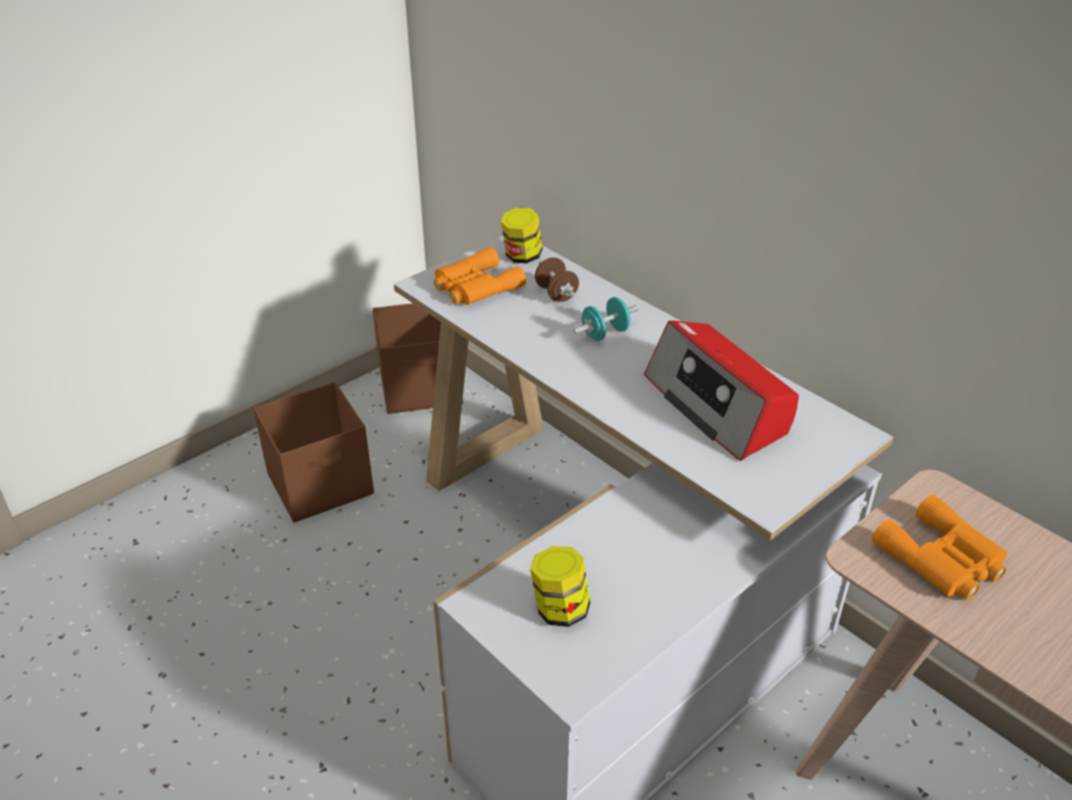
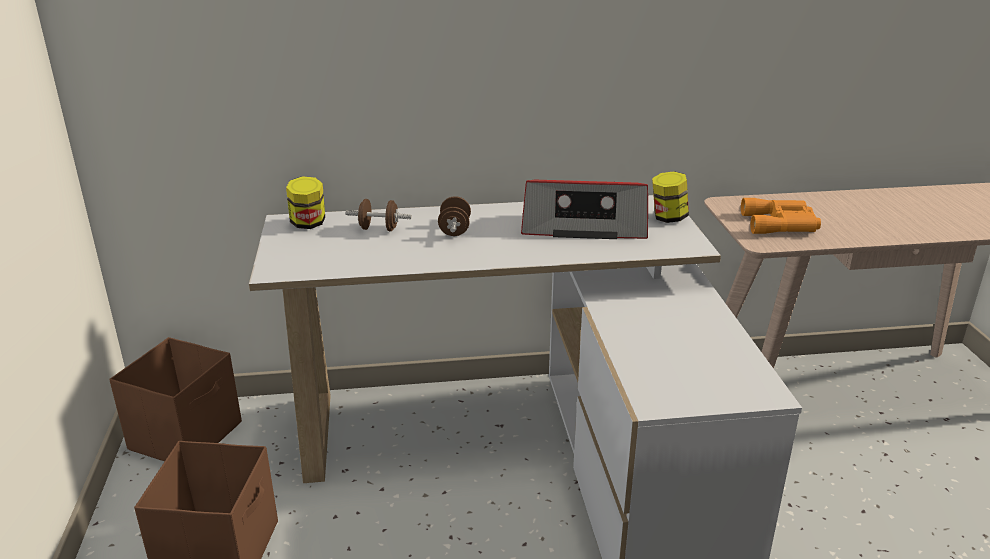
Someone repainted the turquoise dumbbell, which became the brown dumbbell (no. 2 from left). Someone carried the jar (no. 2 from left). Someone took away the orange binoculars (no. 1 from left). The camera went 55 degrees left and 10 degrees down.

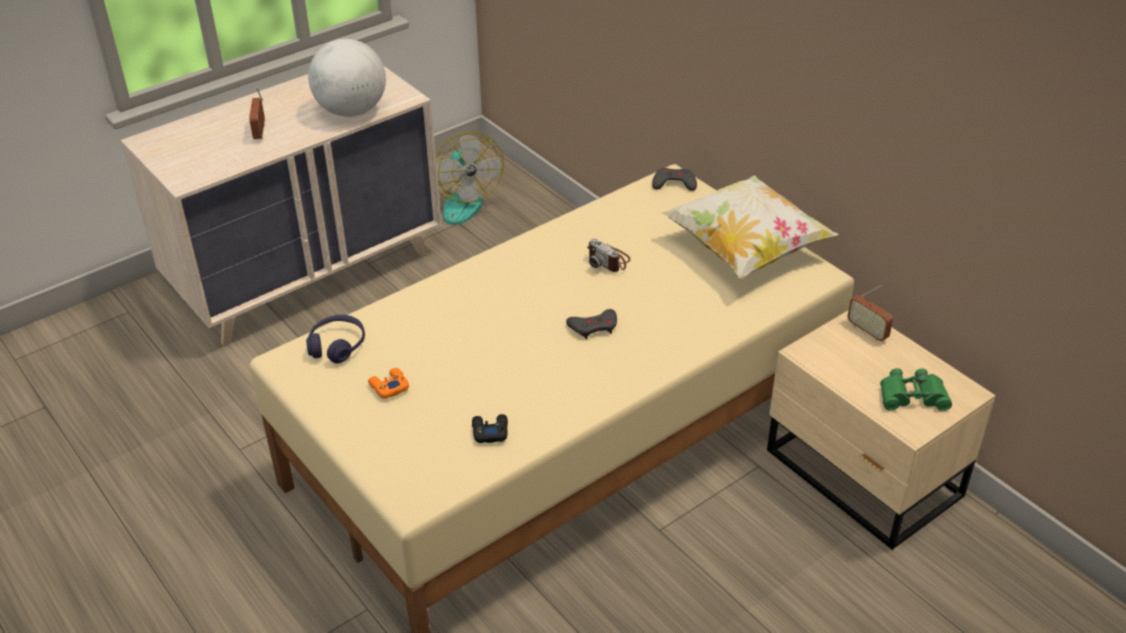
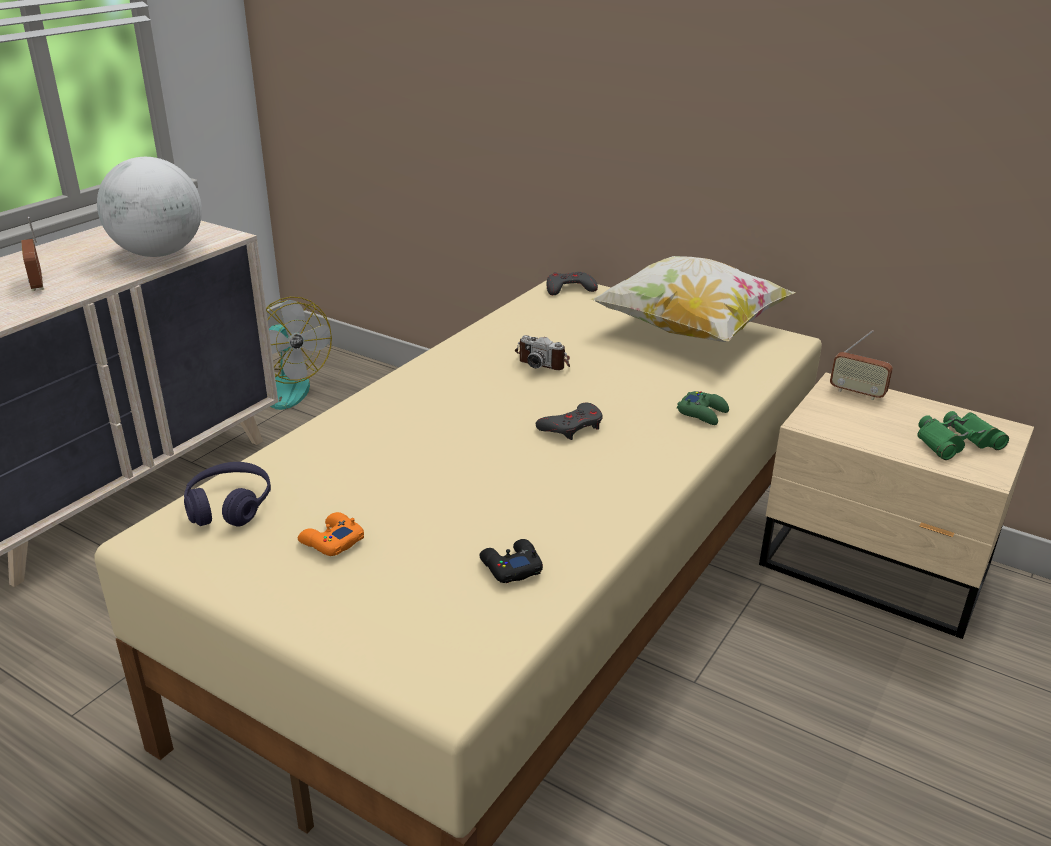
Someone put down the green game controller. The camera went 20 degrees left and 10 degrees down.

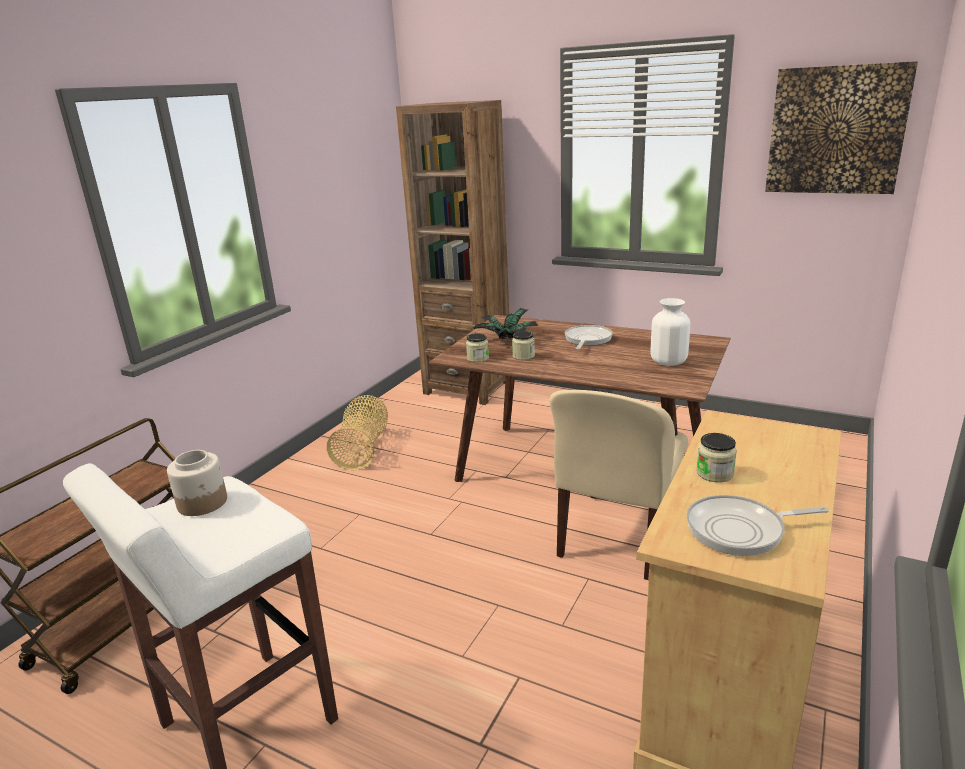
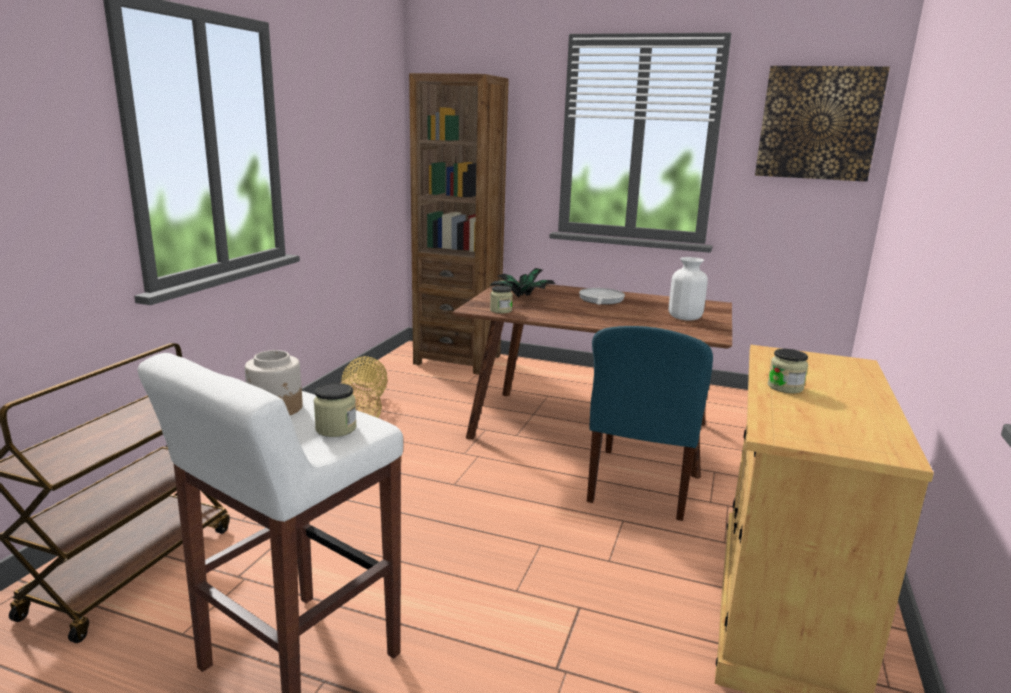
Someone carried the jar (no. 3 from left in the first image). Someone repainted the beige chair, which became the blue chair. Someone took away the frying pan (no. 2 from left). The camera went 10 degrees left and 5 degrees down.

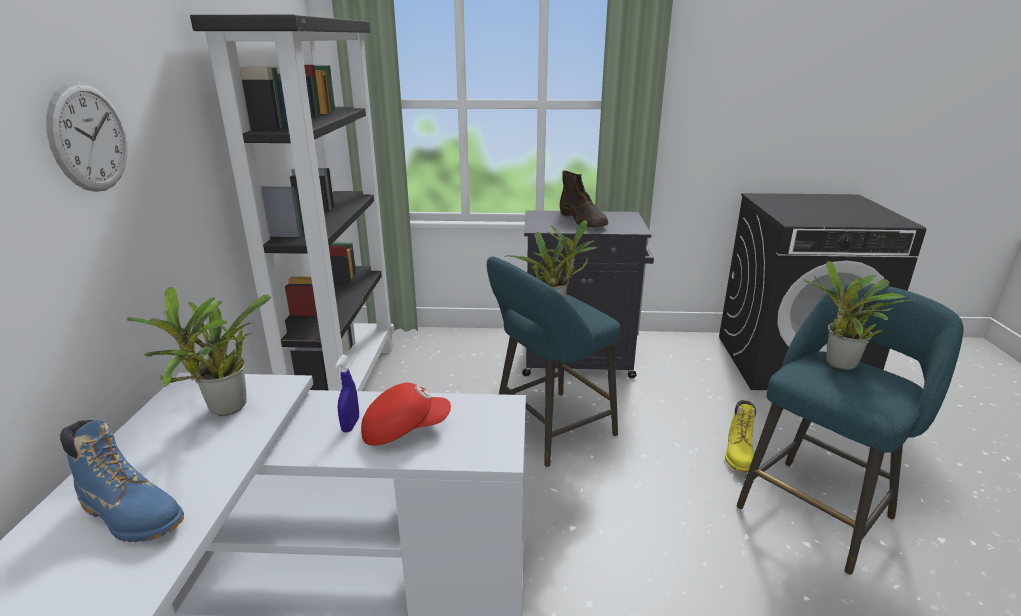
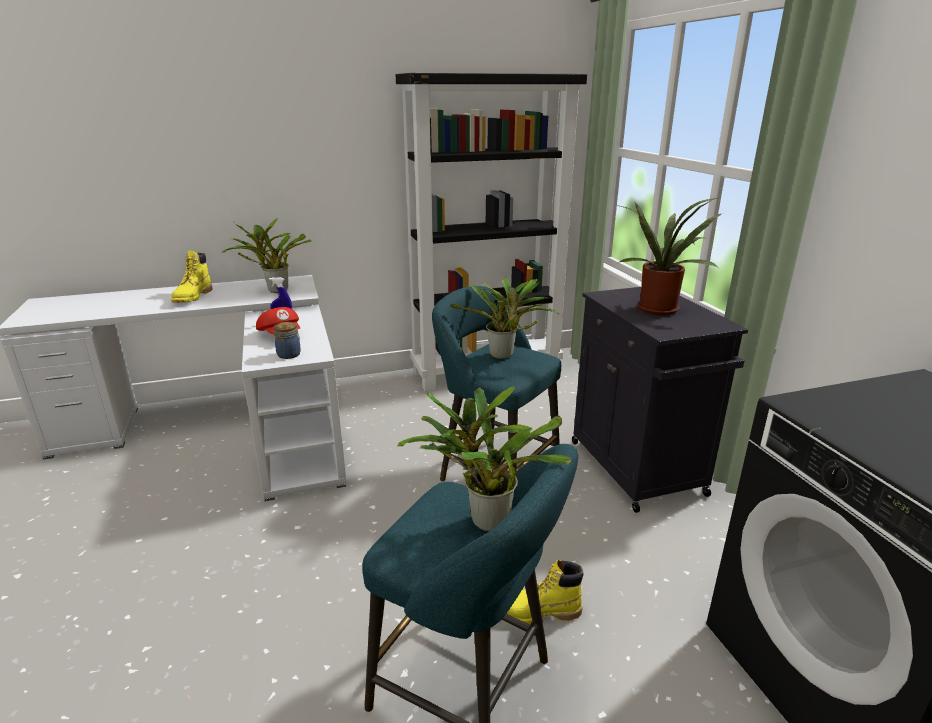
Someone repainted the blue boot, which became the yellow boot (no. 1 from left). Someone put down the jar. Someone swapped the brown boot for the potted plant (no. 4 from left). Someone took away the wall clock. The camera went 70 degrees right and 0 degrees up.

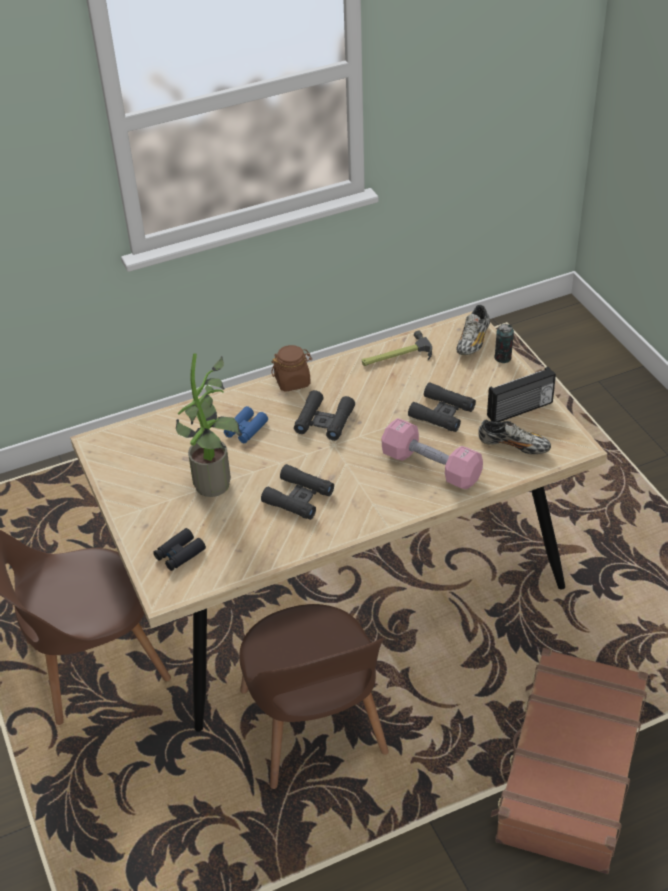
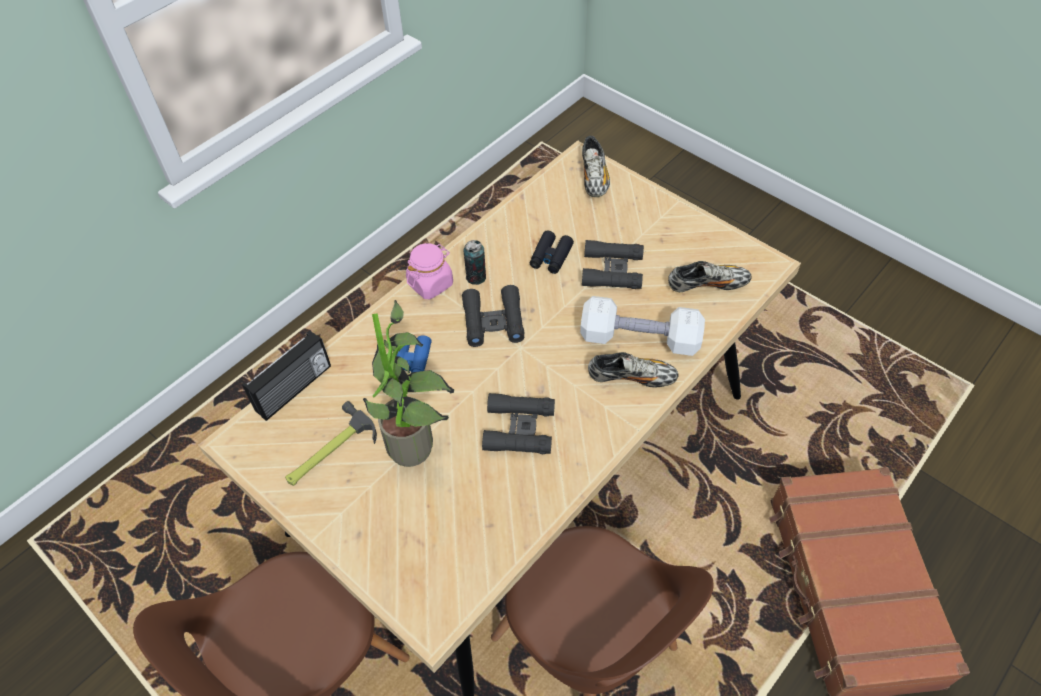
Someone carried the radio. Someone carried the hammer. Someone repainted the brown jar, which became the pink jar. Someone carried the can. Someone carried the black binoculars (no. 1 from left in the first image). Someone repainted the pink dumbbell, which became the white dumbbell. Someone put down the shoe (no. 2 from left). The camera went 25 degrees left and 10 degrees up.

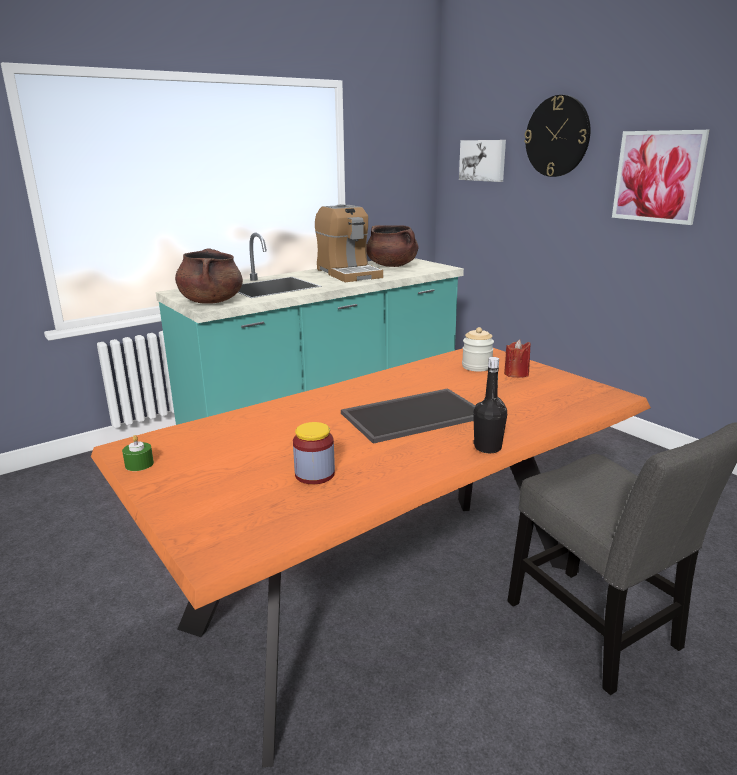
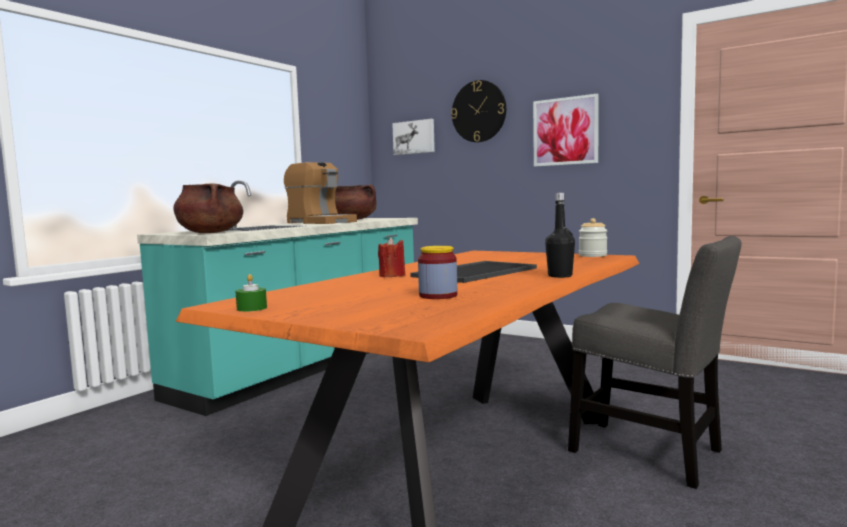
Someone carried the red candle. Someone carried the jar (no. 2 from left). The camera went 20 degrees left and 15 degrees down.

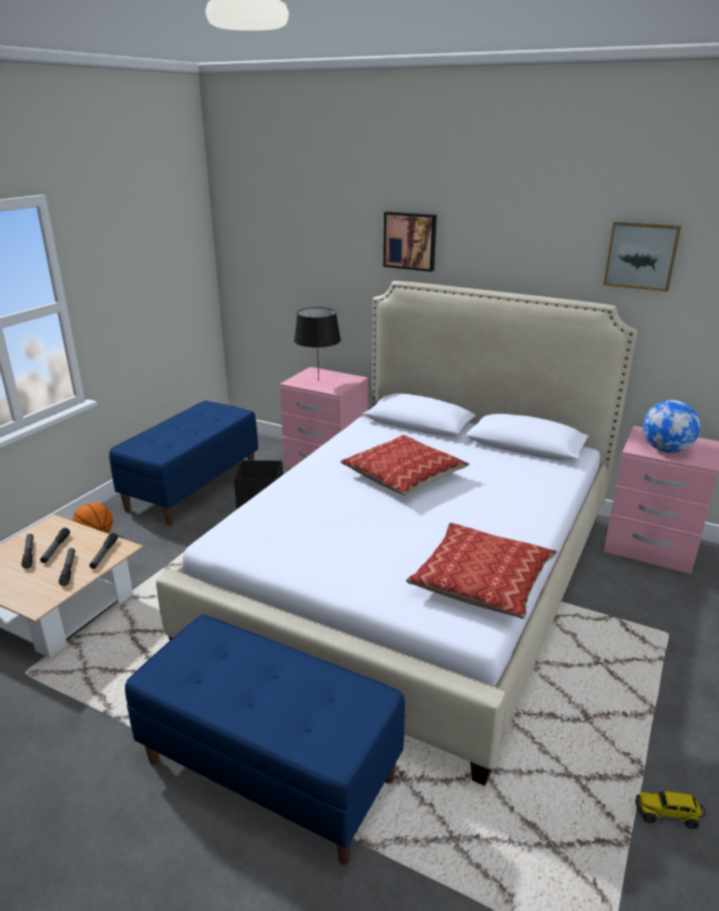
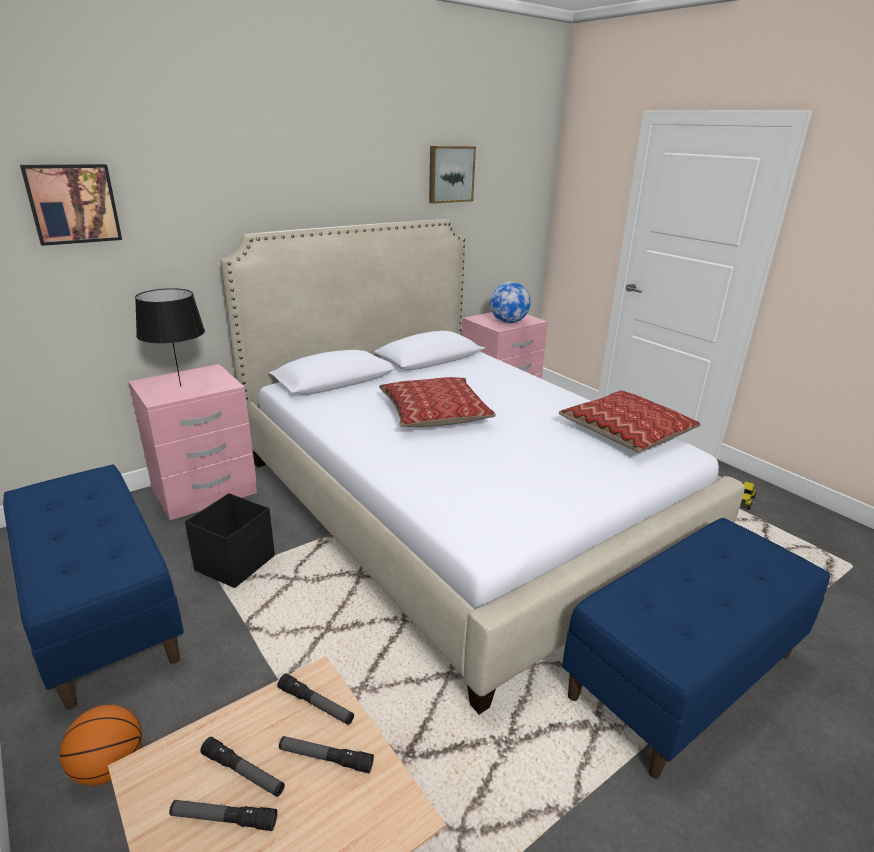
Someone carried the picture (no. 1 from left). The camera went 65 degrees left and 0 degrees up.

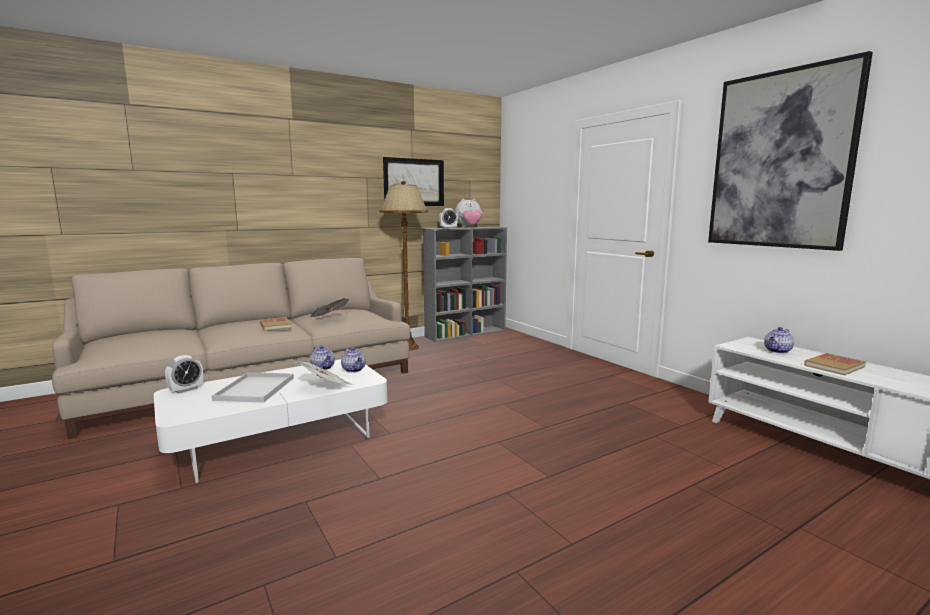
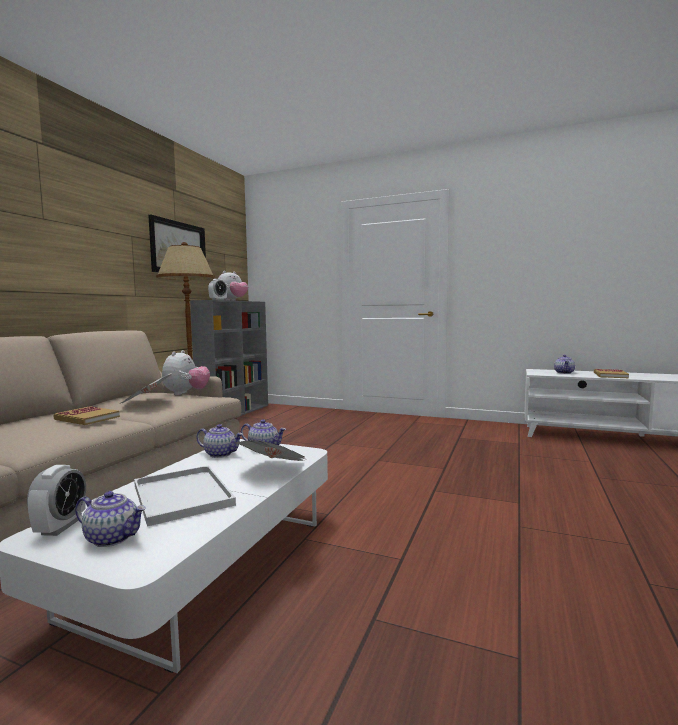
Someone put down the teapot (no. 1 from left). Someone put down the plush toy (no. 1 from left). Someone took away the picture (no. 2 from left). The camera went 35 degrees left and 5 degrees down.

